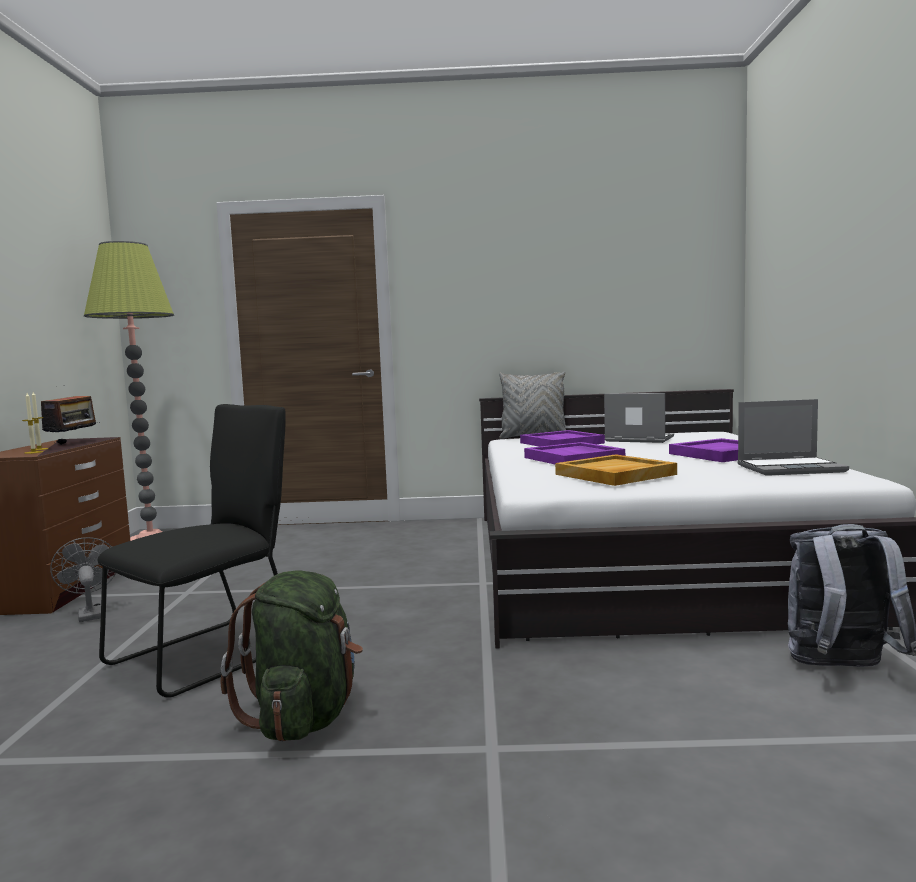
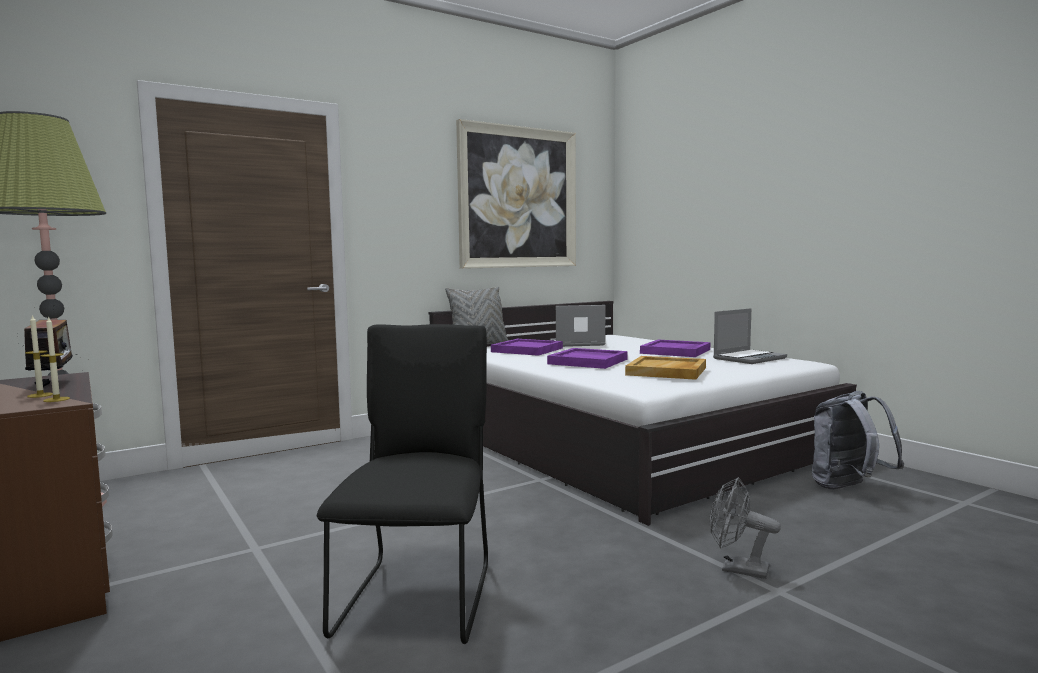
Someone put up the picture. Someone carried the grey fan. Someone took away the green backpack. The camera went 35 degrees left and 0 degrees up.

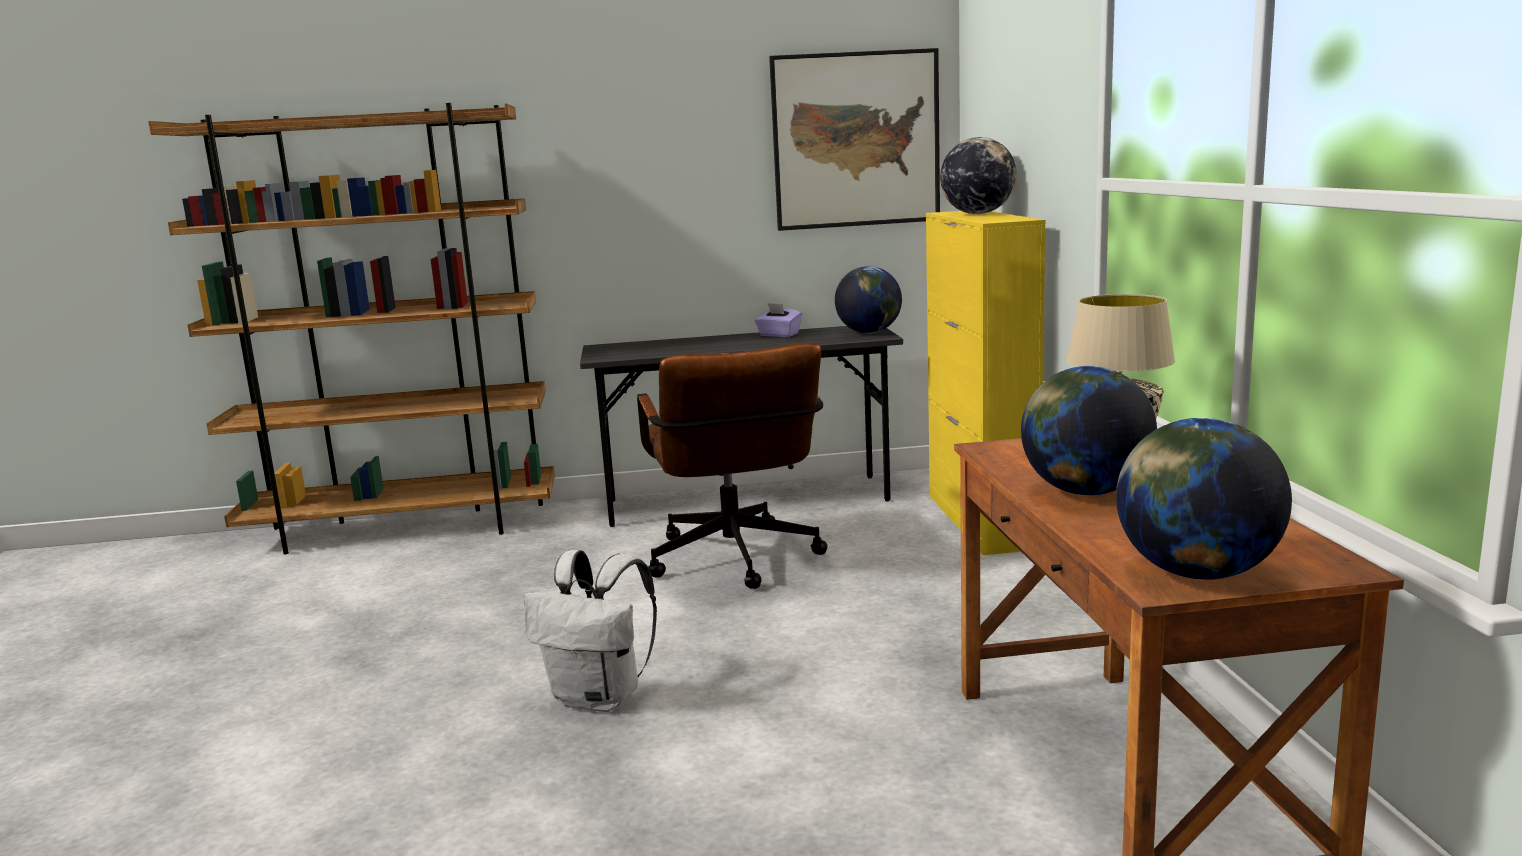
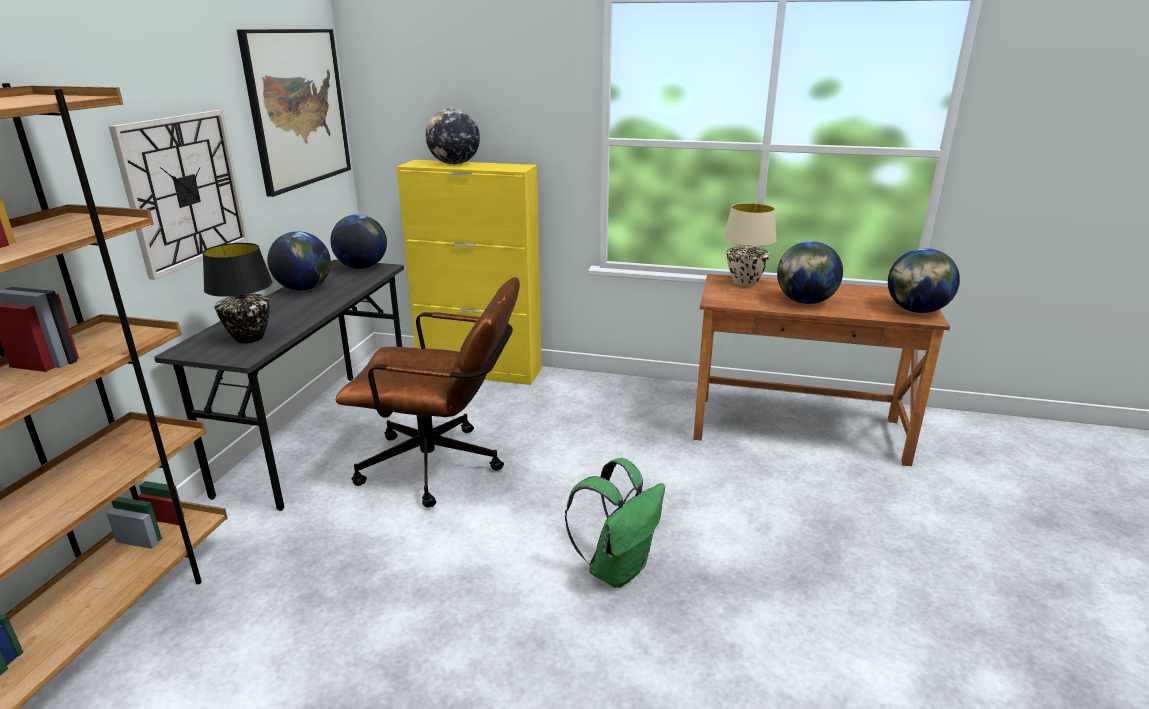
Someone put up the wall clock. Someone put down the black table lamp. Someone swapped the purple tissue box for the globe (no. 1 from left). Someone repainted the white backpack, which became the green backpack. The camera went 70 degrees left and 10 degrees up.

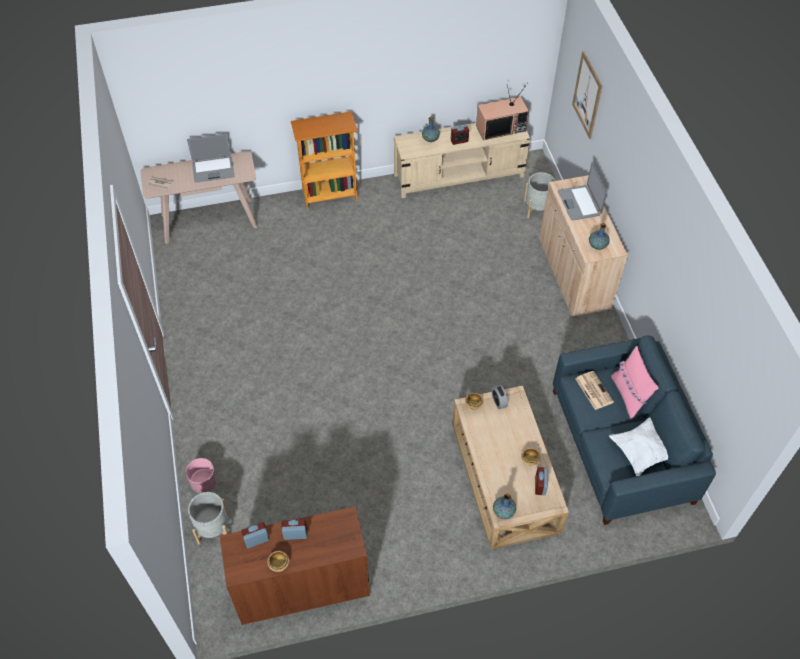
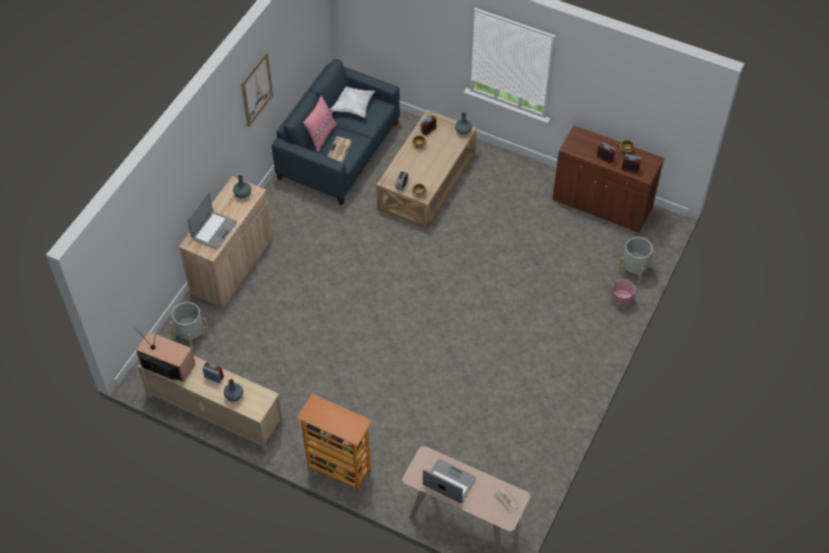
Someone carried the picture. The camera went 140 degrees left and 0 degrees up.

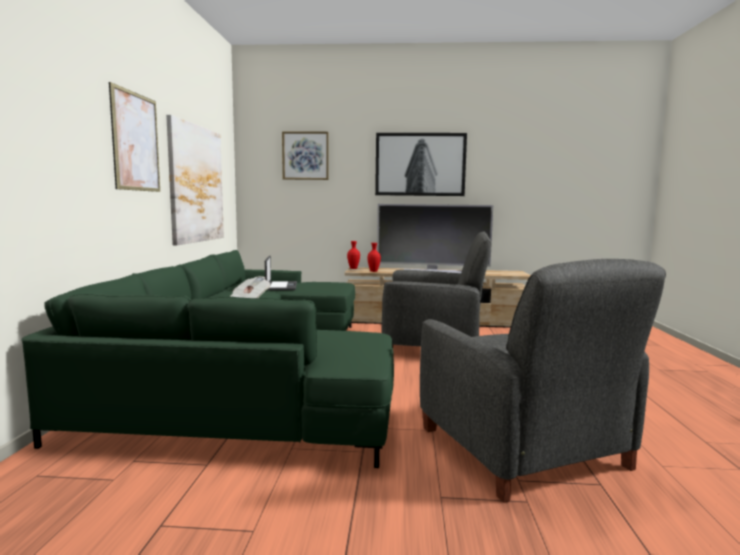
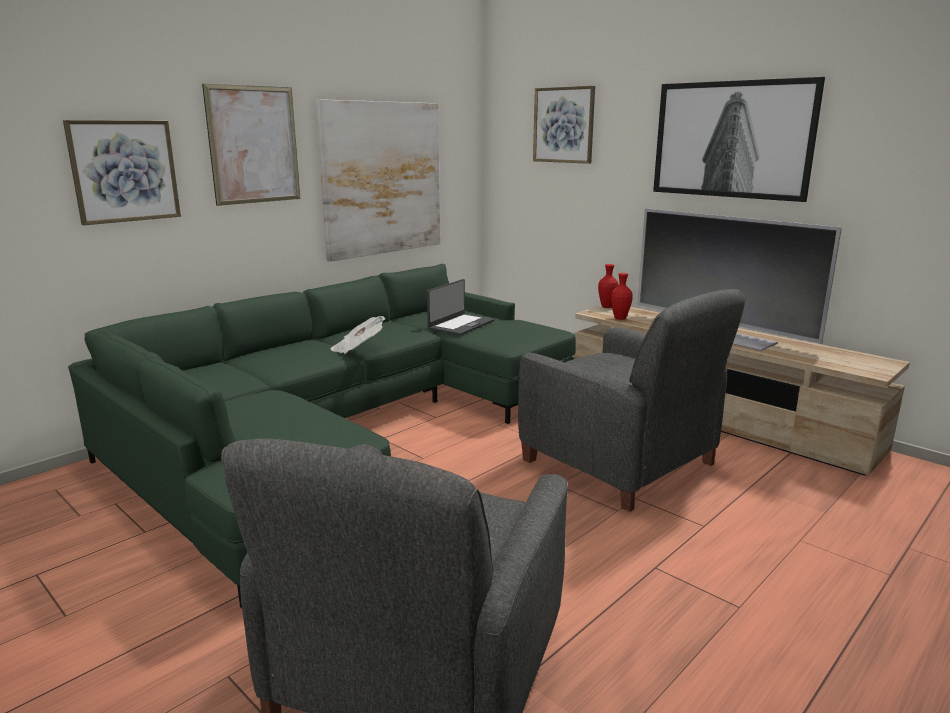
Someone put up the picture (no. 1 from left). The camera went 40 degrees right and 10 degrees up.

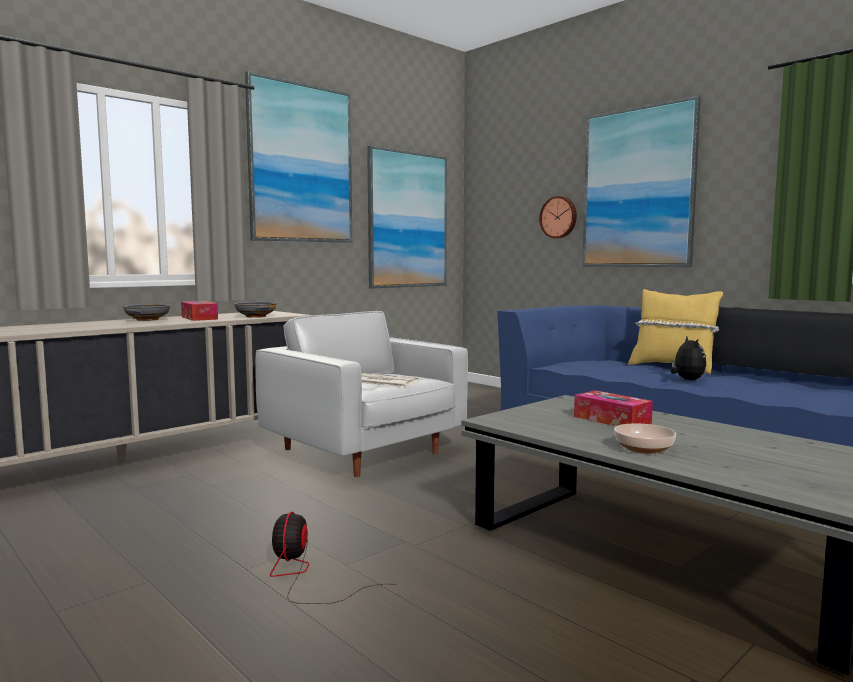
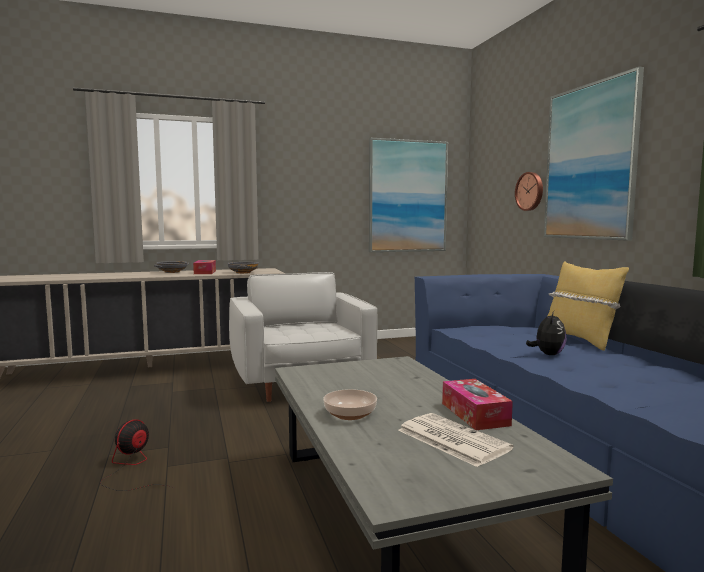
Someone carried the newspaper. Someone carried the tissue box (no. 2 from left). Someone took away the picture (no. 1 from left). The camera went 25 degrees right and 0 degrees up.

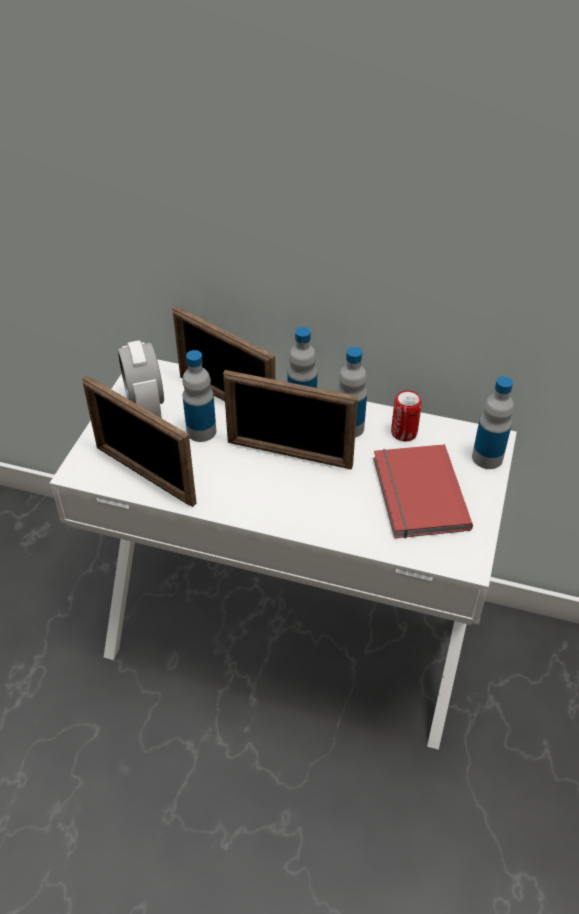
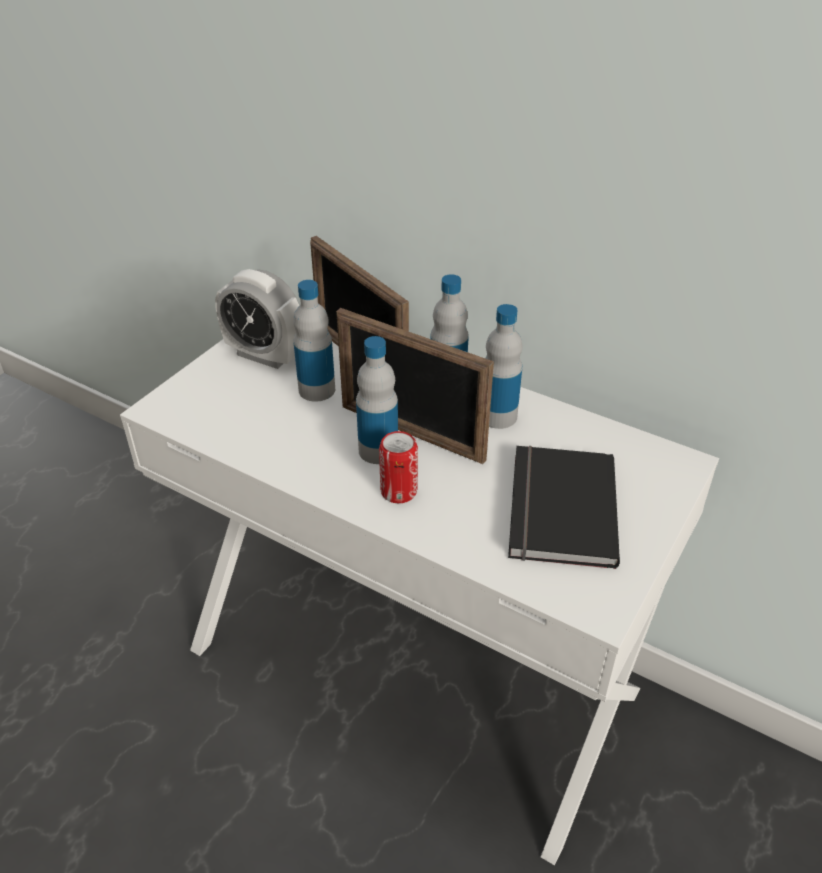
Someone rotated the alarm clock by 60 degrees counterclockwise. Someone carried the bottle (no. 4 from left in the first image). Someone carried the can. Someone repainted the red book, which became the black book. Someone took away the picture frame (no. 1 from left). The camera went 15 degrees right and 5 degrees down.

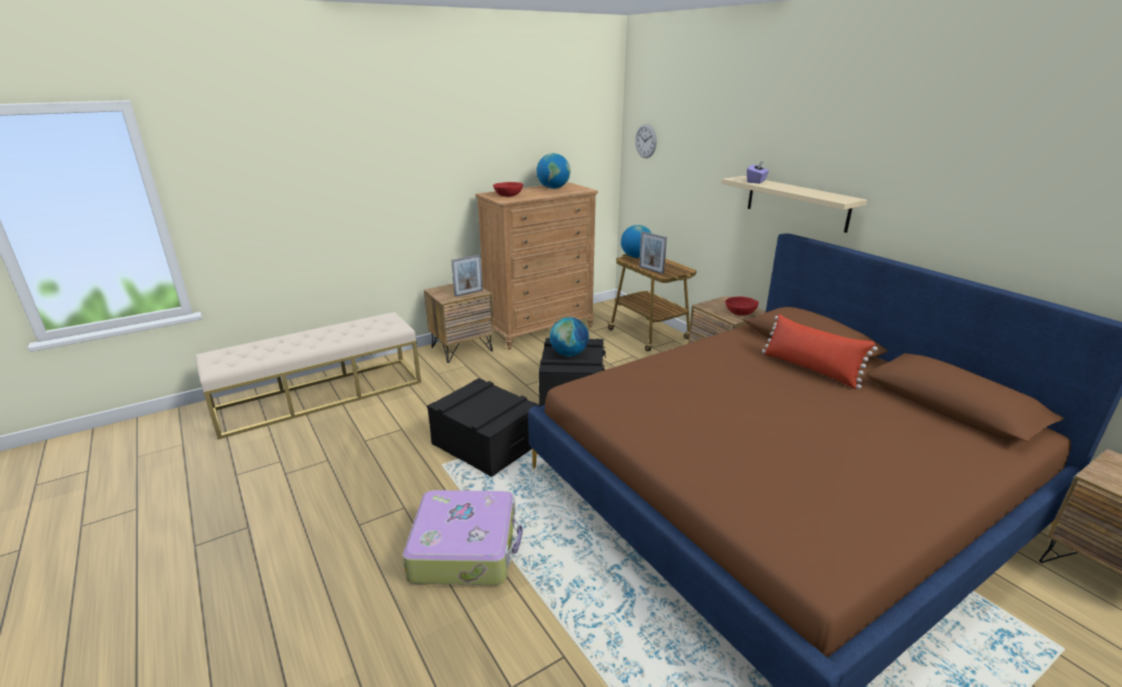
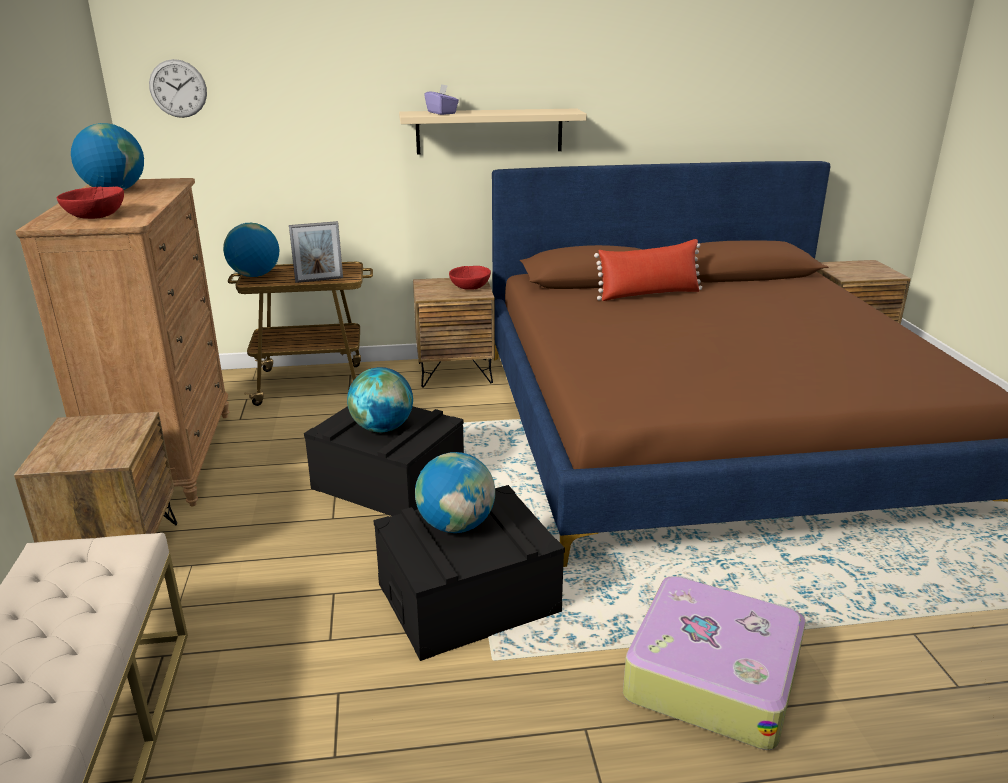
Someone put down the globe (no. 4 from left). Someone took away the picture frame (no. 1 from left). The camera went 65 degrees left and 0 degrees up.

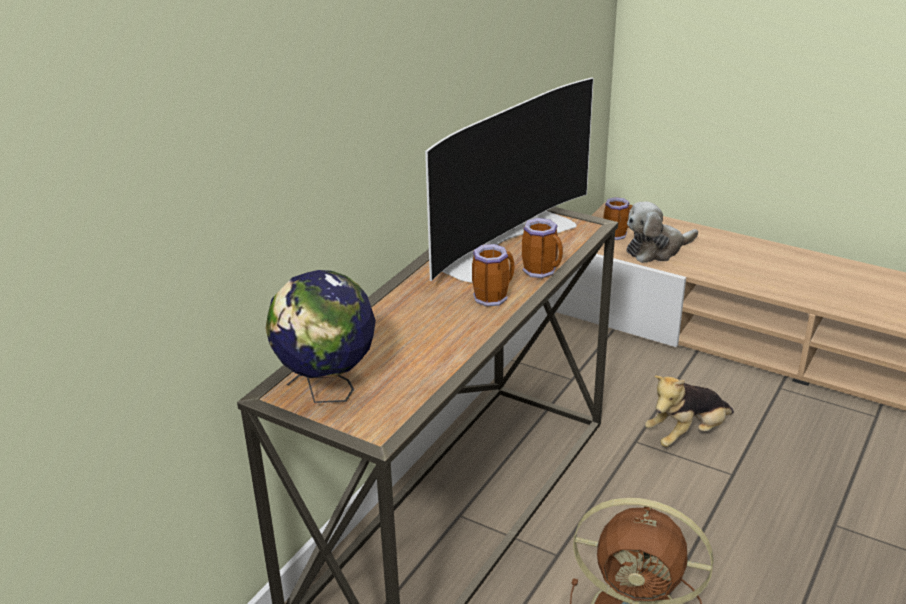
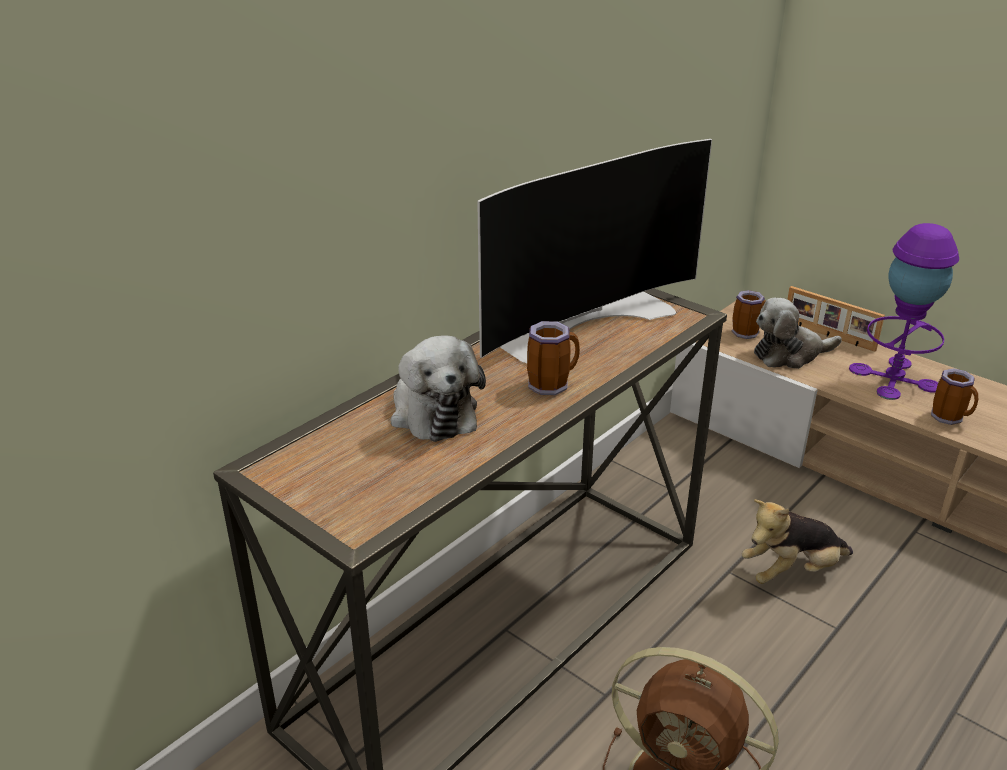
Someone put down the plush toy (no. 1 from left). Someone put down the picture frame. Someone put down the purple table lamp. Someone carried the mug (no. 2 from left in the first image). Someone took away the globe. The camera went 10 degrees right and 0 degrees up.

